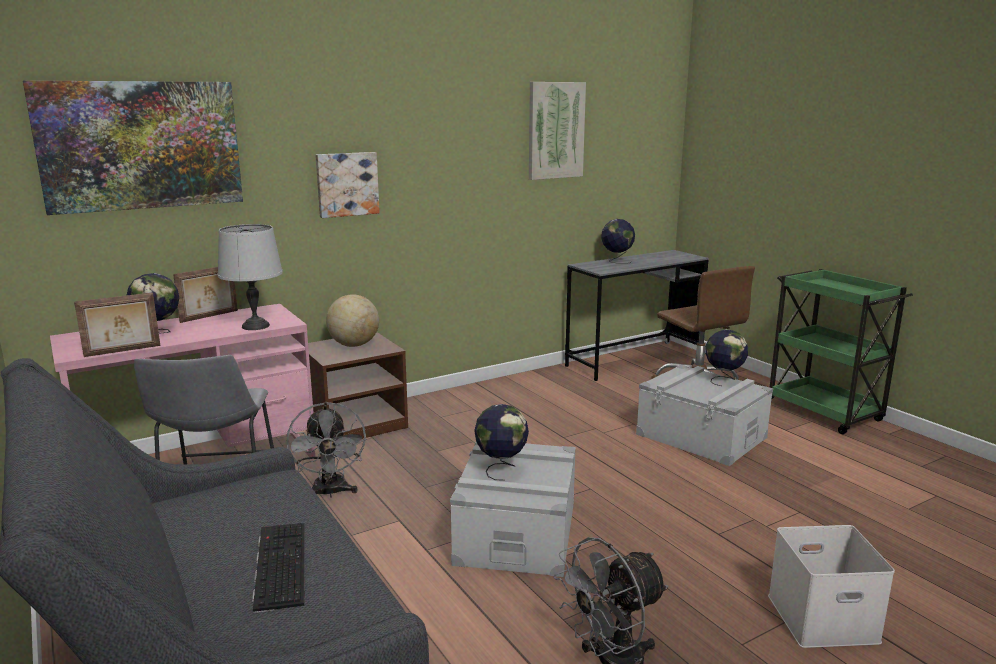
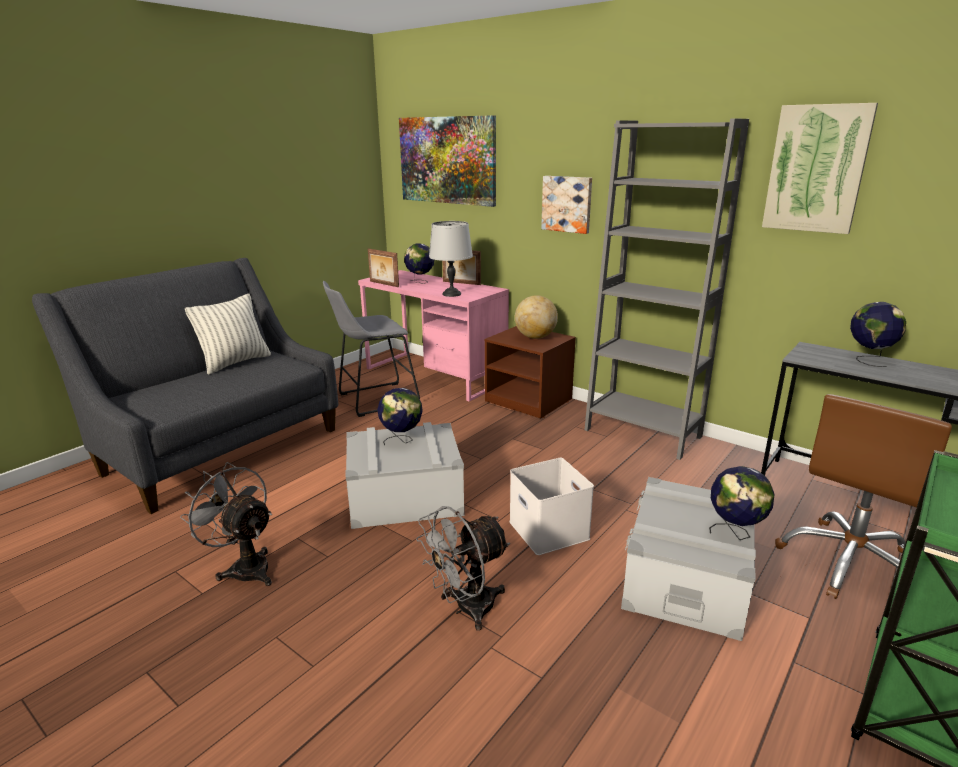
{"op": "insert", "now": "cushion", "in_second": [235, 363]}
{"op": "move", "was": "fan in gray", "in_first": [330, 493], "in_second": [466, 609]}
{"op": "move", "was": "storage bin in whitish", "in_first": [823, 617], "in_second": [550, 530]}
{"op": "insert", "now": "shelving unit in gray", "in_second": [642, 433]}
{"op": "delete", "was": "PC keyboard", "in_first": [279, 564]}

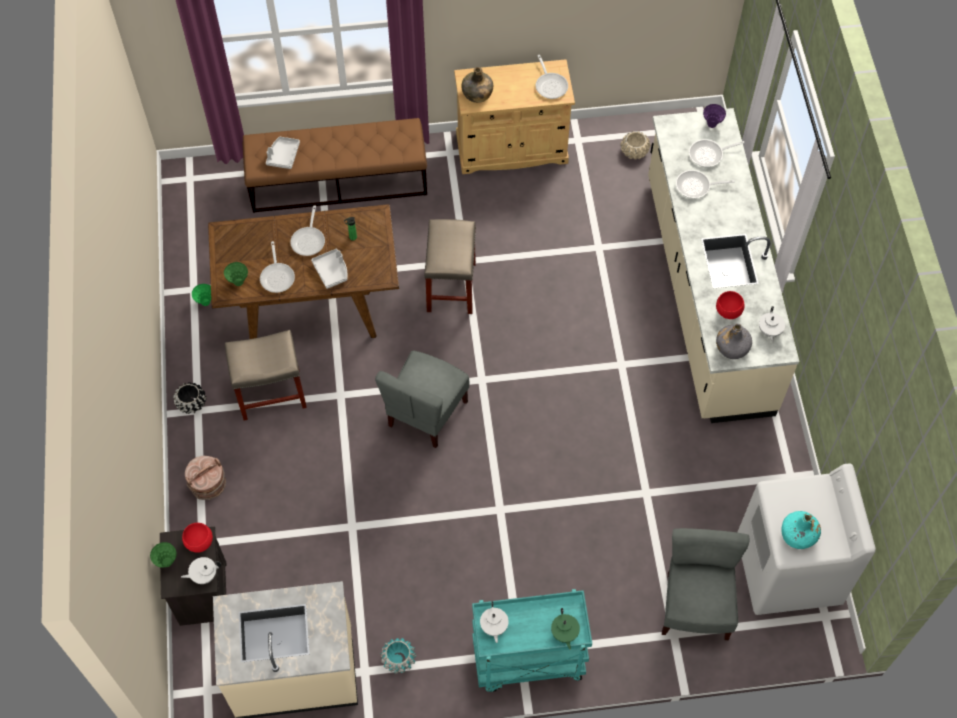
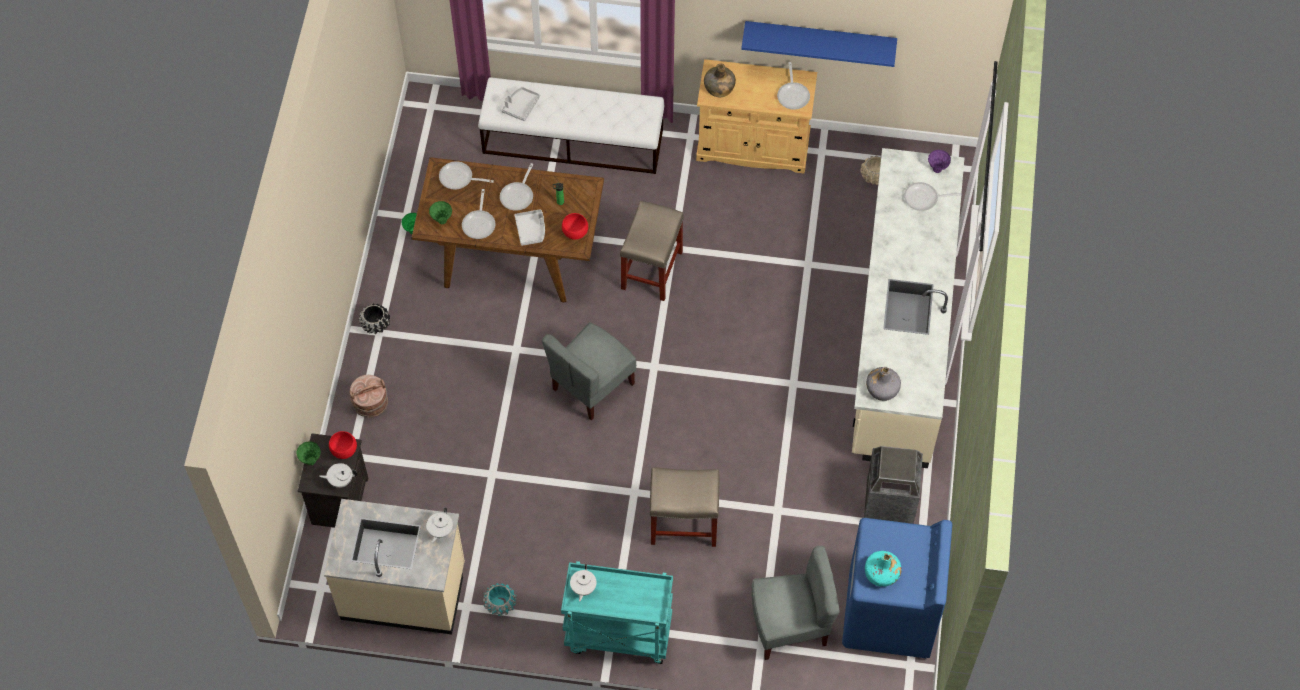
{"op": "move", "was": "tea pot in whitish", "in_first": [769, 331], "in_second": [440, 530]}
{"op": "move", "was": "frying pan", "in_first": [696, 186], "in_second": [459, 178]}
{"op": "recolor", "was": "long seat in brownish", "now": "long seat in whitish", "in_first": [339, 182], "in_second": [573, 141]}
{"op": "move", "was": "bowl in red", "in_first": [728, 312], "in_second": [575, 233]}
{"op": "move", "was": "stool in beige", "in_first": [270, 394], "in_second": [682, 524]}
{"op": "insert", "now": "shelf in blue", "in_second": [820, 38]}
{"op": "rotate", "was": "plain chair in gray", "in_first": [695, 606], "in_second": [790, 625], "clockwise": 60}
{"op": "recolor", "was": "laundry machine in whitish", "now": "laundry machine in blue", "in_first": [788, 571], "in_second": [889, 615]}
{"op": "insert", "now": "rubbish bin", "in_second": [889, 504]}
{"op": "delete", "was": "tea pot in green-coloured", "in_first": [564, 633]}

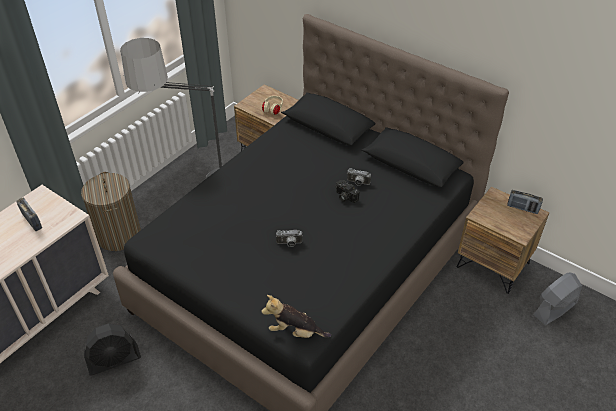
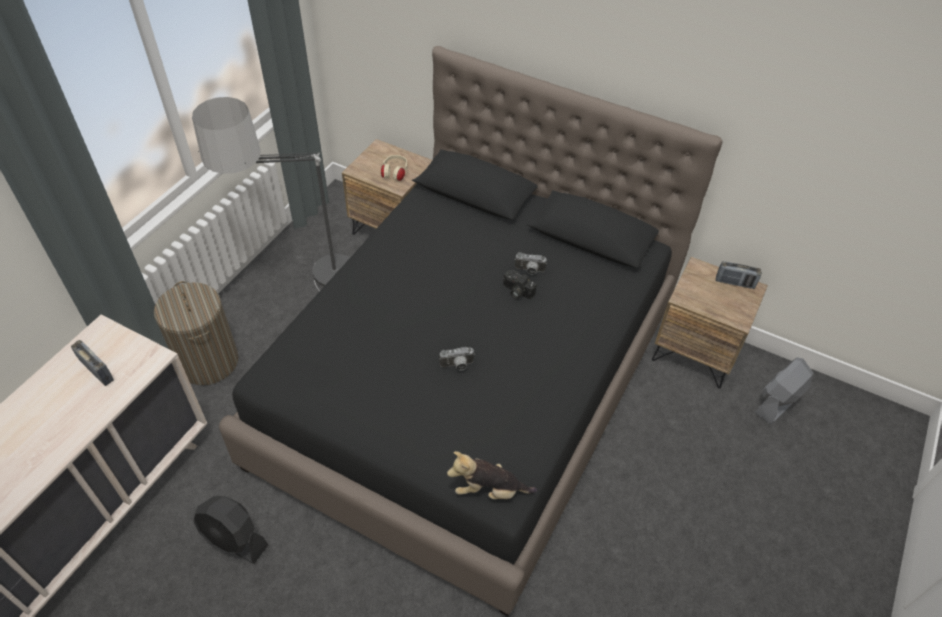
{"op": "rotate", "was": "fan in black", "in_first": [114, 360], "in_second": [234, 539], "clockwise": 60}

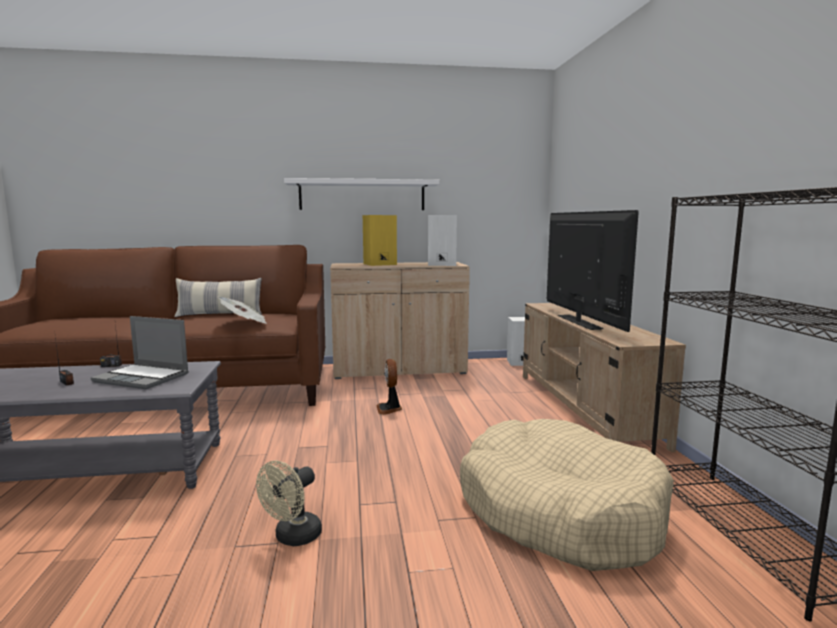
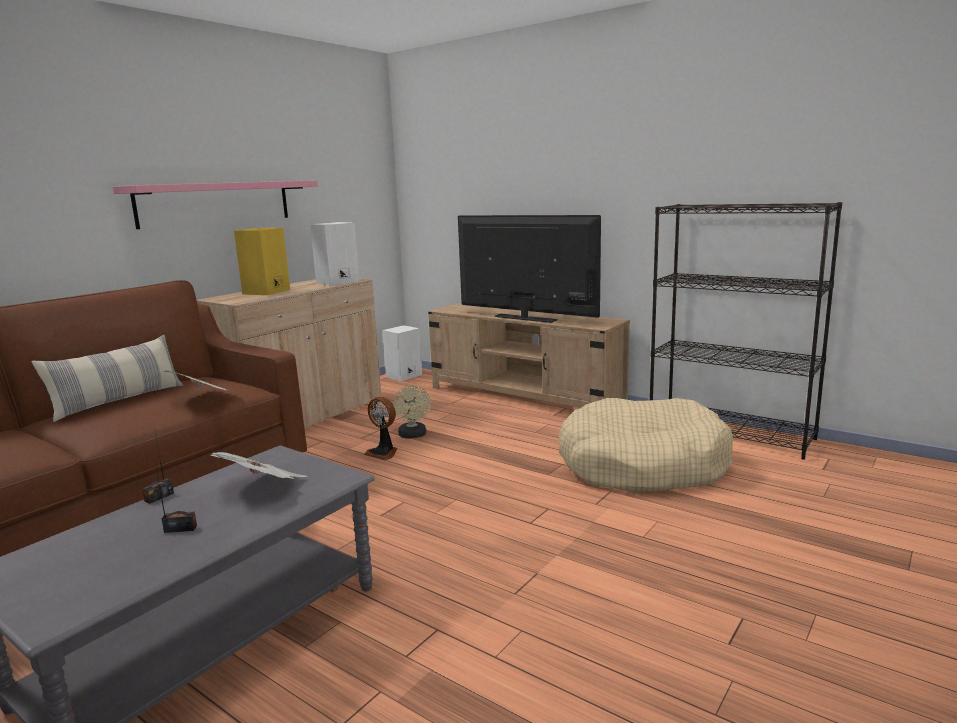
{"op": "recolor", "was": "shelf in whitish", "now": "shelf in pinkish", "in_first": [362, 195], "in_second": [216, 203]}
{"op": "replace", "was": "portable computer", "now": "printed paper", "in_first": [143, 378], "in_second": [263, 487]}
{"op": "move", "was": "fan in beige", "in_first": [293, 538], "in_second": [413, 435]}

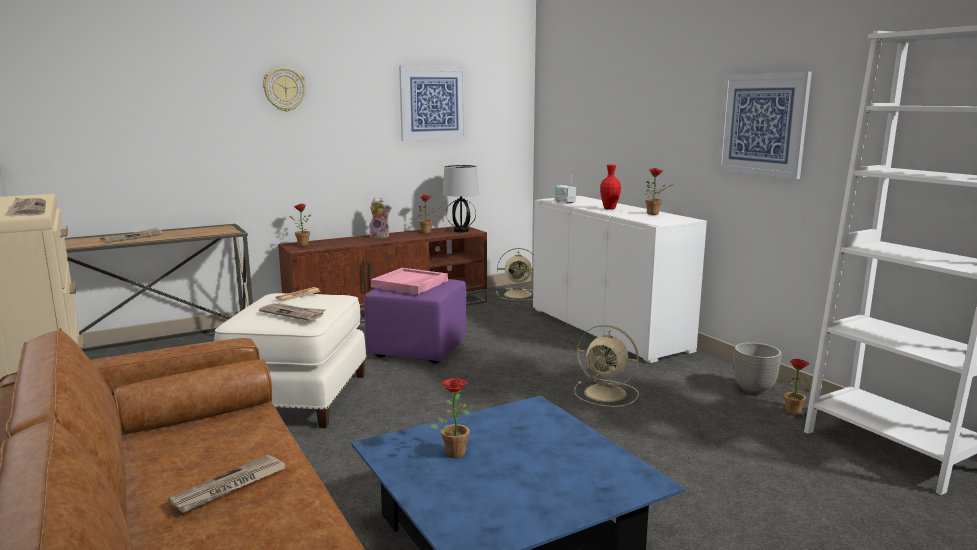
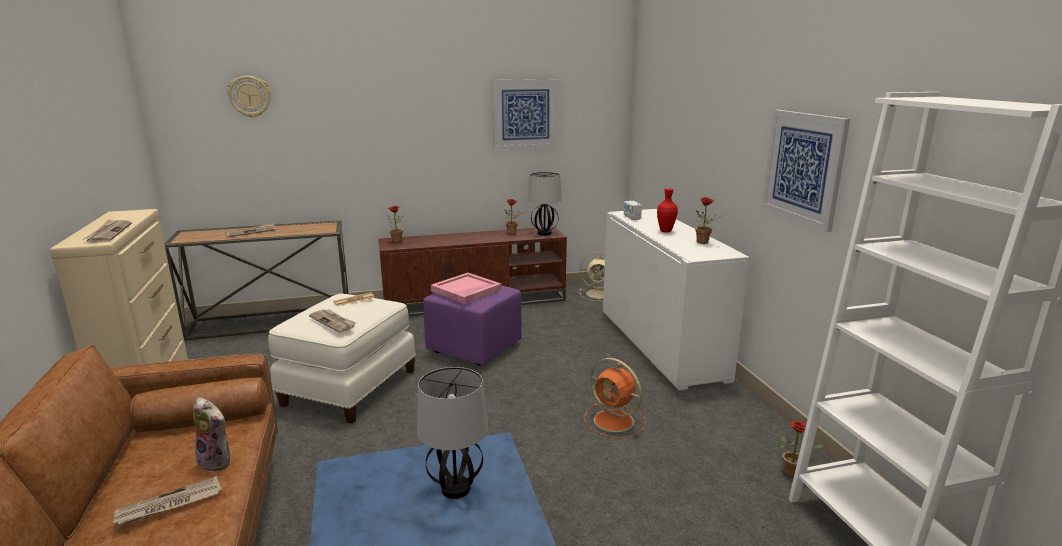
{"op": "move", "was": "plush toy", "in_first": [380, 236], "in_second": [218, 461]}
{"op": "move", "was": "wall clock", "in_first": [284, 89], "in_second": [250, 96]}
{"op": "insert", "now": "lamp for a table", "in_second": [455, 489]}
{"op": "recolor", "was": "fan in beige", "now": "fan in orangey", "in_first": [607, 393], "in_second": [615, 421]}
{"op": "delete", "was": "potted plant", "in_first": [454, 451]}
{"op": "delete", "was": "plant pot", "in_first": [754, 389]}

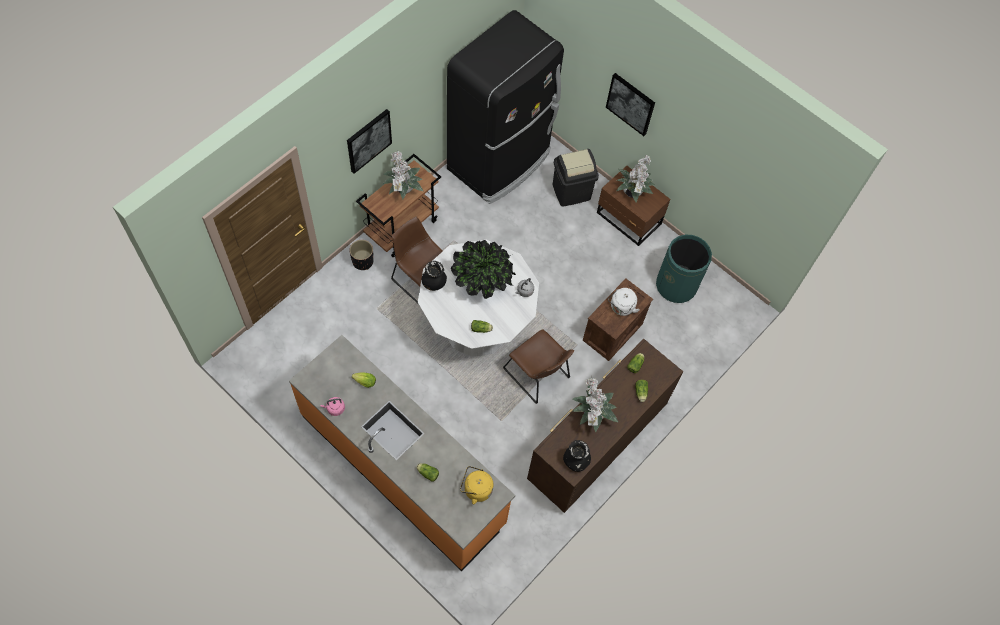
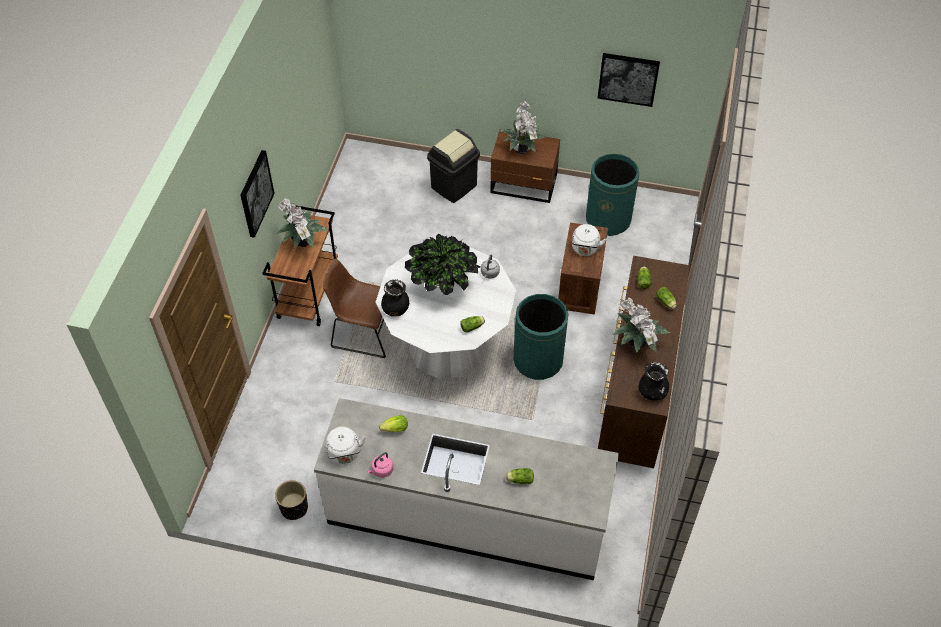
{"op": "move", "was": "plant pot in black", "in_first": [362, 261], "in_second": [294, 508]}
{"op": "recolor", "was": "kitchen counter in orangey", "now": "kitchen counter in whitish", "in_first": [403, 469], "in_second": [467, 516]}
{"op": "insert", "now": "tea kettle in whitish", "in_second": [344, 454]}
{"op": "replace", "was": "plain chair in brownish", "now": "rubbish bin in green-coloured", "in_first": [538, 375], "in_second": [538, 360]}
{"op": "move", "was": "wall art", "in_first": [630, 104], "in_second": [628, 79]}
{"op": "delete", "was": "refrigerator in black", "in_first": [500, 161]}
{"op": "delete", "was": "tea kettle in yellowish", "in_first": [476, 489]}

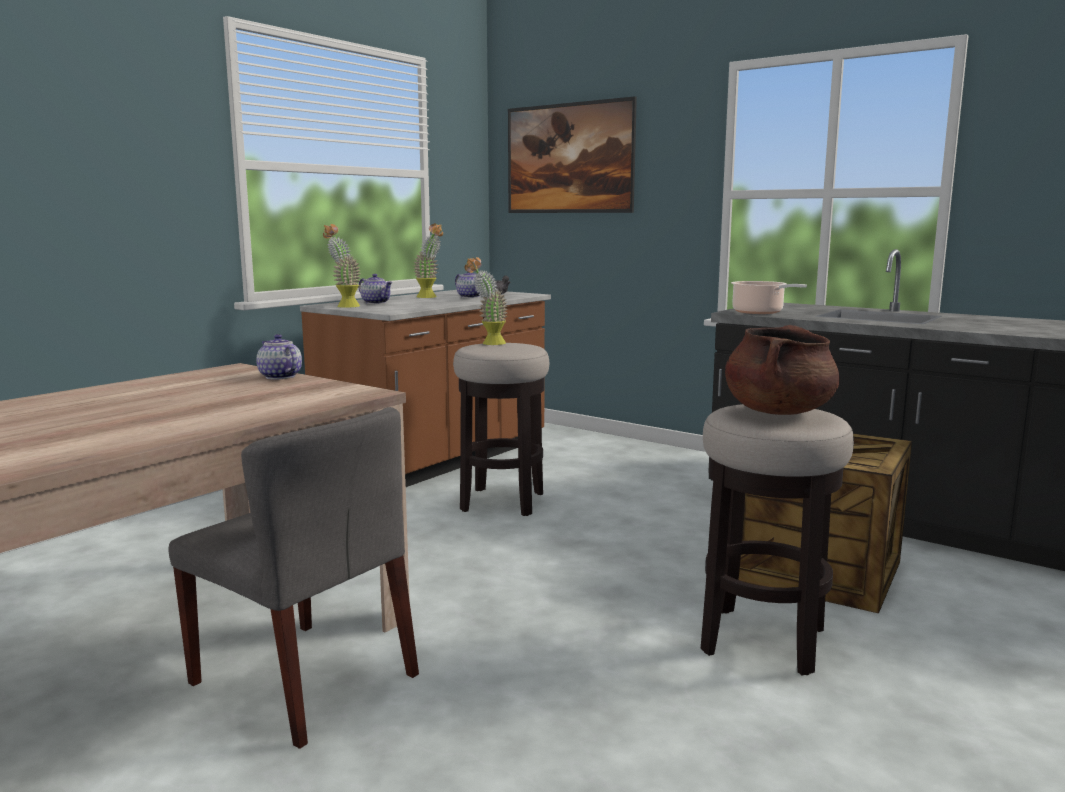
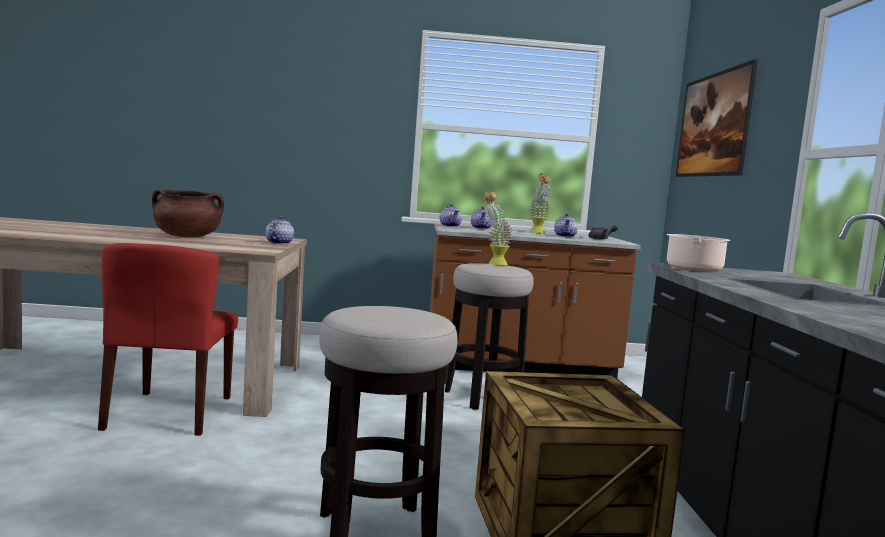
{"op": "recolor", "was": "plain chair in gray", "now": "plain chair in red", "in_first": [306, 679], "in_second": [170, 413]}
{"op": "move", "was": "cooking pot in brownish", "in_first": [778, 411], "in_second": [187, 237]}
{"op": "replace", "was": "potted plant", "now": "tea pot", "in_first": [343, 306], "in_second": [450, 226]}

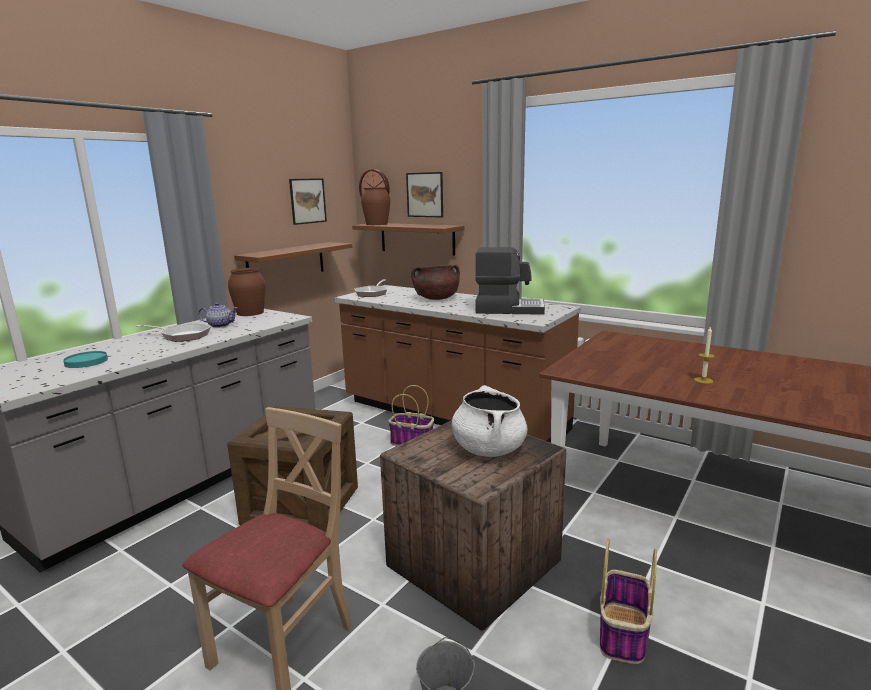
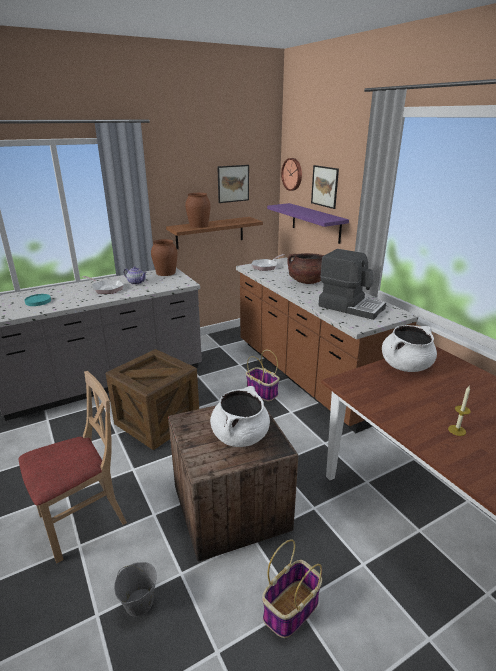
{"op": "move", "was": "vase in brownish", "in_first": [377, 224], "in_second": [199, 225]}
{"op": "recolor", "was": "shelf in brownish", "now": "shelf in purple-coloured", "in_first": [417, 238], "in_second": [316, 222]}
{"op": "insert", "now": "cooking pot in whitish", "in_second": [406, 366]}

